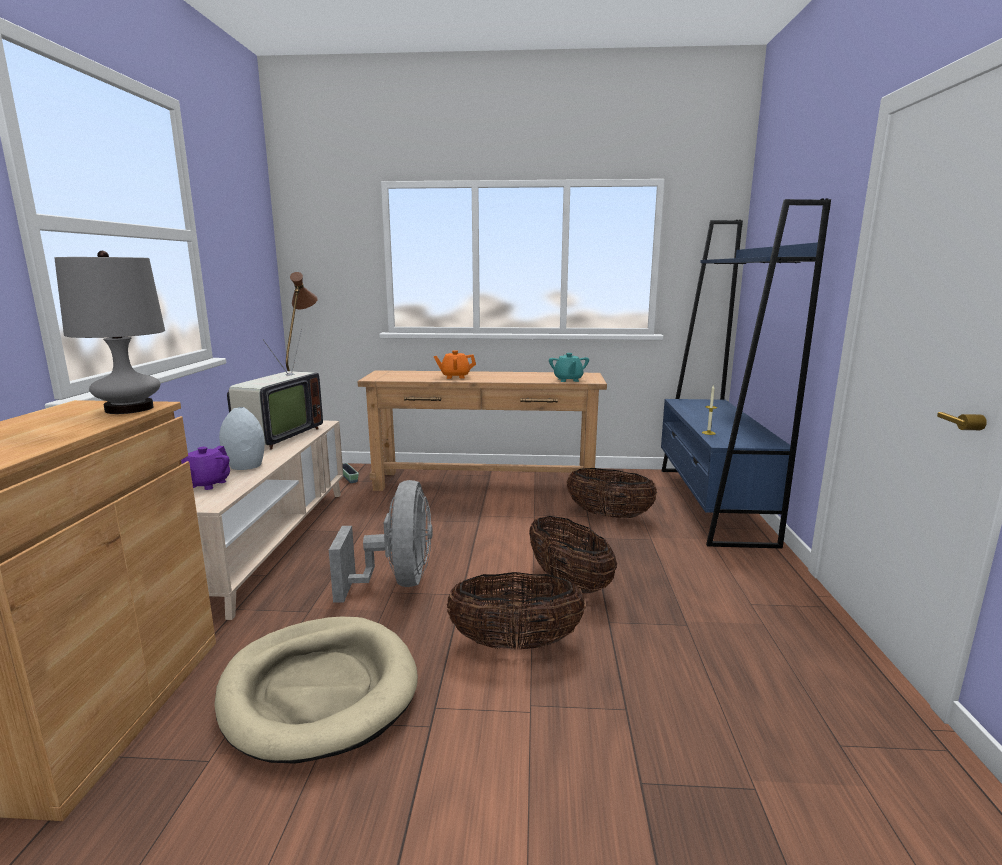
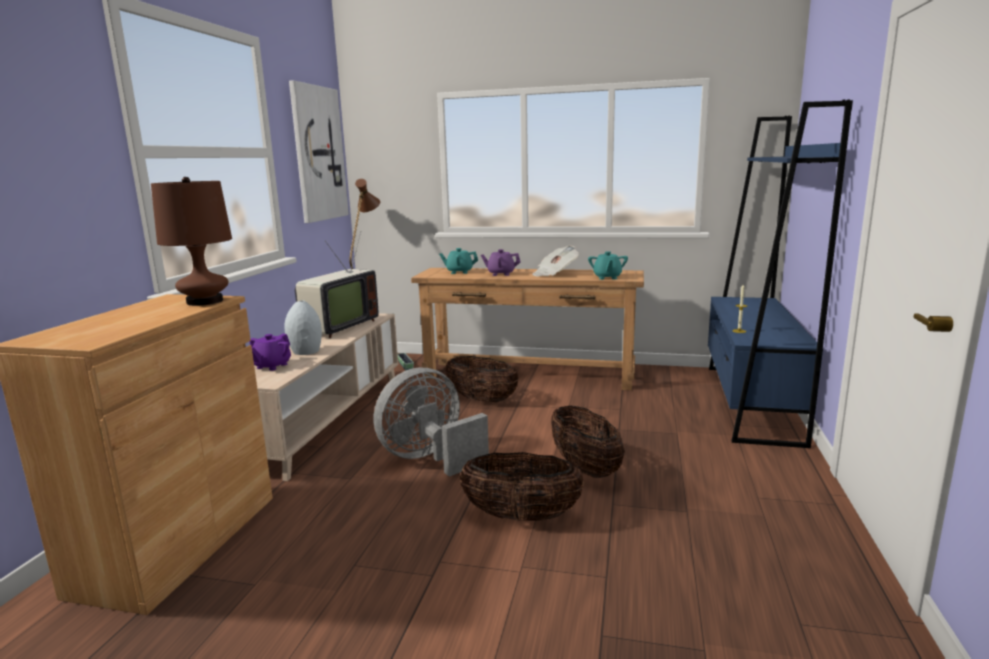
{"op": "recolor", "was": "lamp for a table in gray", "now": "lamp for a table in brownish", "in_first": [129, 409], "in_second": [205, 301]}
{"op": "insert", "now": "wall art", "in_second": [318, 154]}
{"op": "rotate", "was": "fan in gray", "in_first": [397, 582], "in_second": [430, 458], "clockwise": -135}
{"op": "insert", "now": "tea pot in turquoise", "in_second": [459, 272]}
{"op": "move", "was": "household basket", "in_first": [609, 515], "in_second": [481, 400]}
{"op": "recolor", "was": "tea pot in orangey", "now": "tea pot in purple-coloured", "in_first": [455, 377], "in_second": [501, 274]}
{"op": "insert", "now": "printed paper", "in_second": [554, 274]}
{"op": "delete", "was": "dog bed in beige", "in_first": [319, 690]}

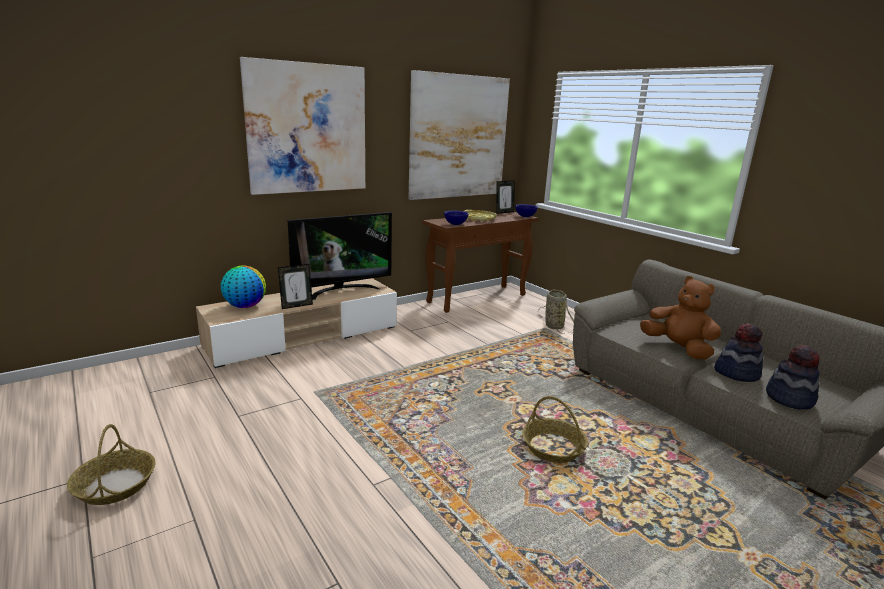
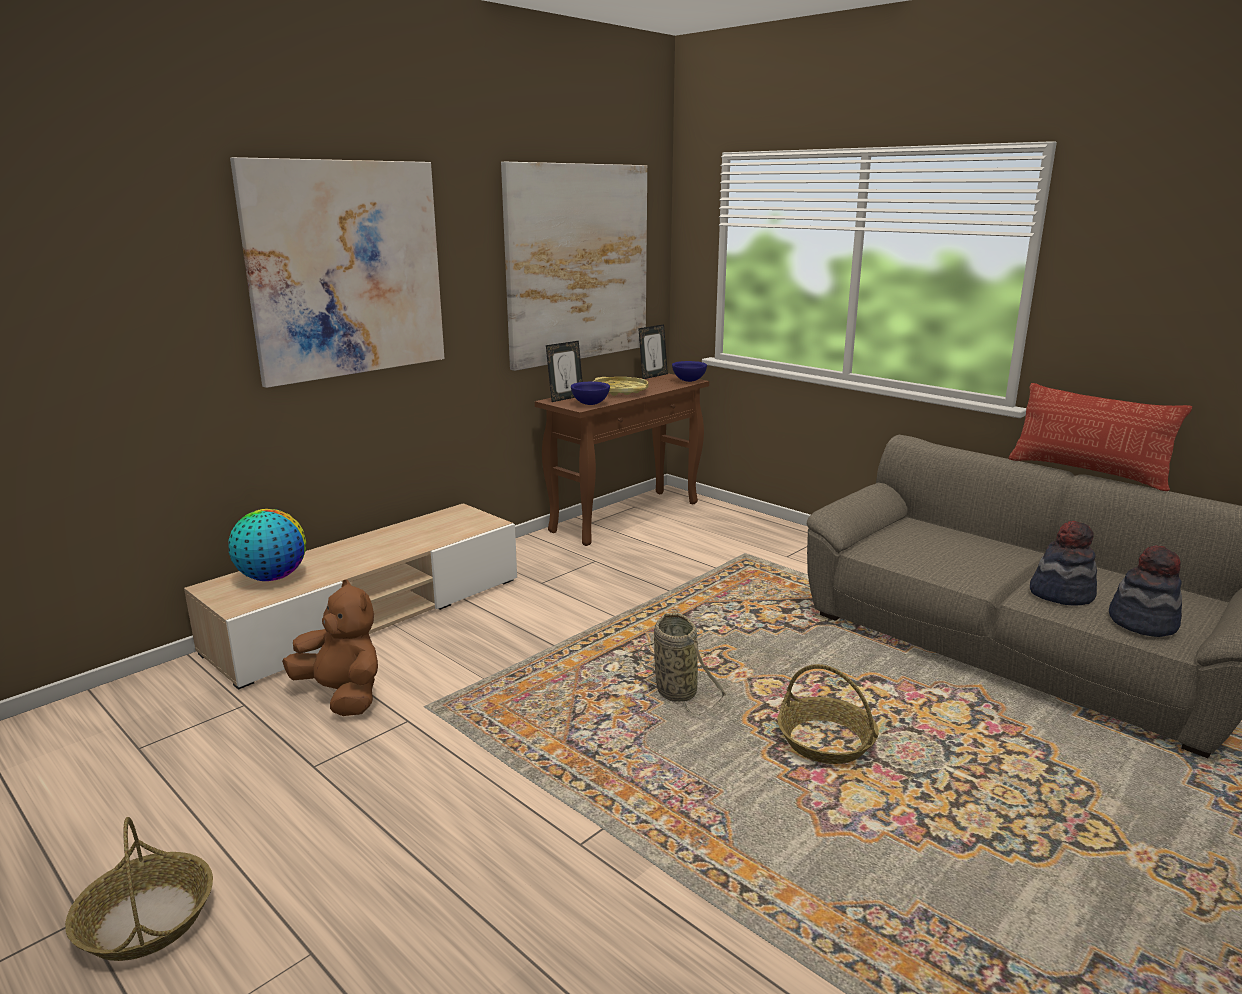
{"op": "move", "was": "plush toy in brownish", "in_first": [678, 348], "in_second": [342, 695]}
{"op": "move", "was": "photo frame", "in_first": [296, 306], "in_second": [565, 398]}
{"op": "move", "was": "household basket", "in_first": [553, 325], "in_second": [674, 690]}
{"op": "insert", "now": "cushion", "in_second": [1087, 472]}
{"op": "delete", "was": "TV set", "in_first": [342, 290]}

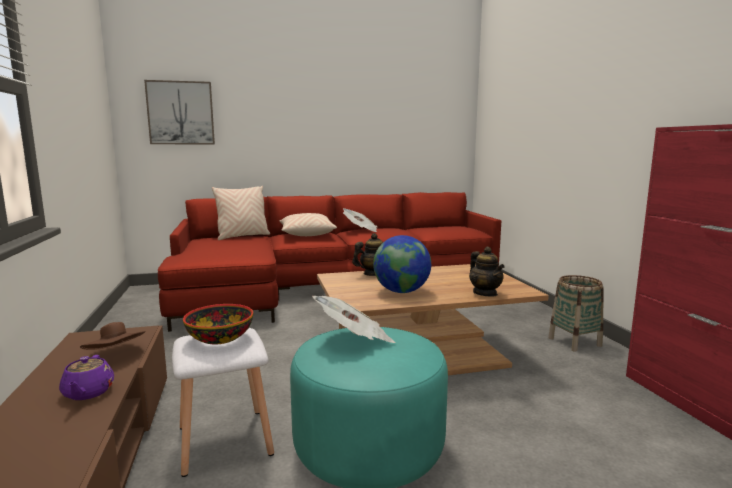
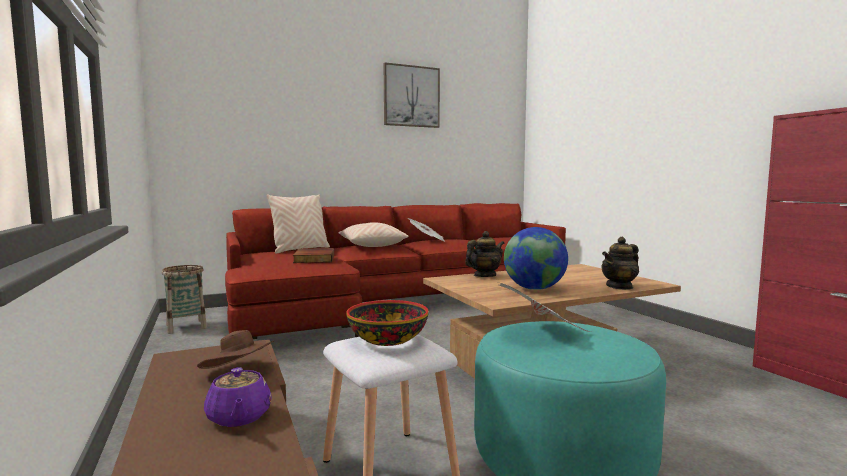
{"op": "move", "was": "household basket", "in_first": [574, 342], "in_second": [186, 327]}
{"op": "insert", "now": "volume", "in_second": [313, 258]}
{"op": "move", "was": "wall art", "in_first": [181, 113], "in_second": [411, 96]}
{"op": "rotate", "was": "tea pot", "in_first": [485, 293], "in_second": [619, 286], "clockwise": 90}

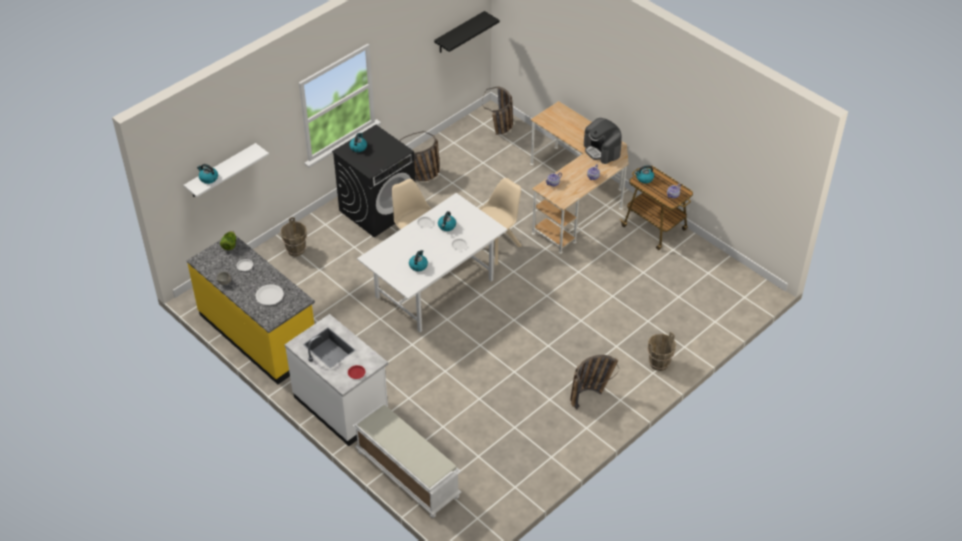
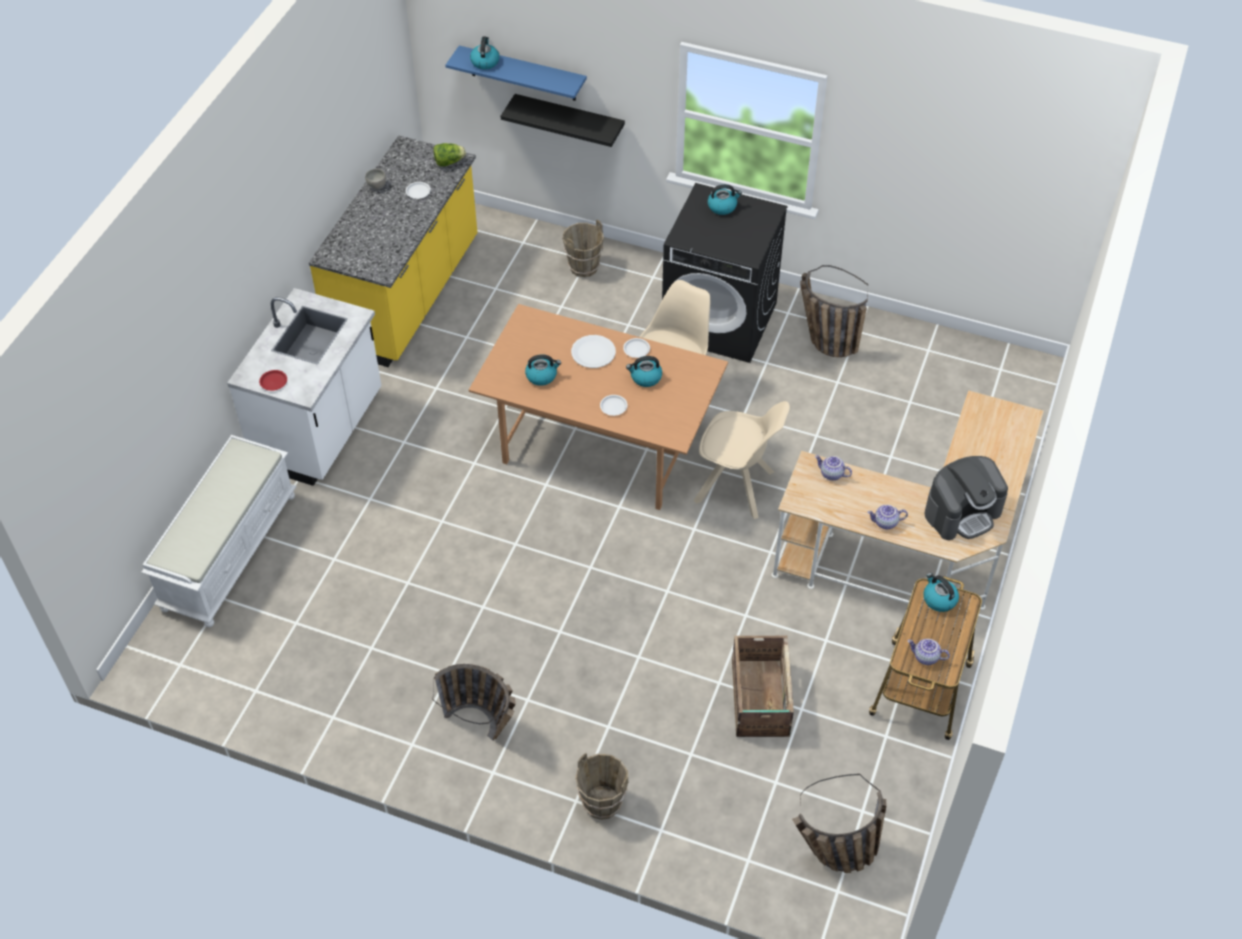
{"op": "recolor", "was": "shelf in whitish", "now": "shelf in blue", "in_first": [221, 171], "in_second": [523, 73]}
{"op": "recolor", "was": "dinner table in whitish", "now": "dinner table in brownish", "in_first": [434, 289], "in_second": [598, 446]}
{"op": "move", "was": "shelf in black", "in_first": [459, 33], "in_second": [569, 119]}
{"op": "move", "was": "plate in whitish", "in_first": [269, 295], "in_second": [593, 352]}
{"op": "insert", "now": "crate", "in_second": [759, 700]}
{"op": "move", "was": "household basket", "in_first": [501, 130], "in_second": [834, 856]}
{"op": "rotate", "was": "coffee brewer", "in_first": [602, 150], "in_second": [962, 512], "clockwise": -150}

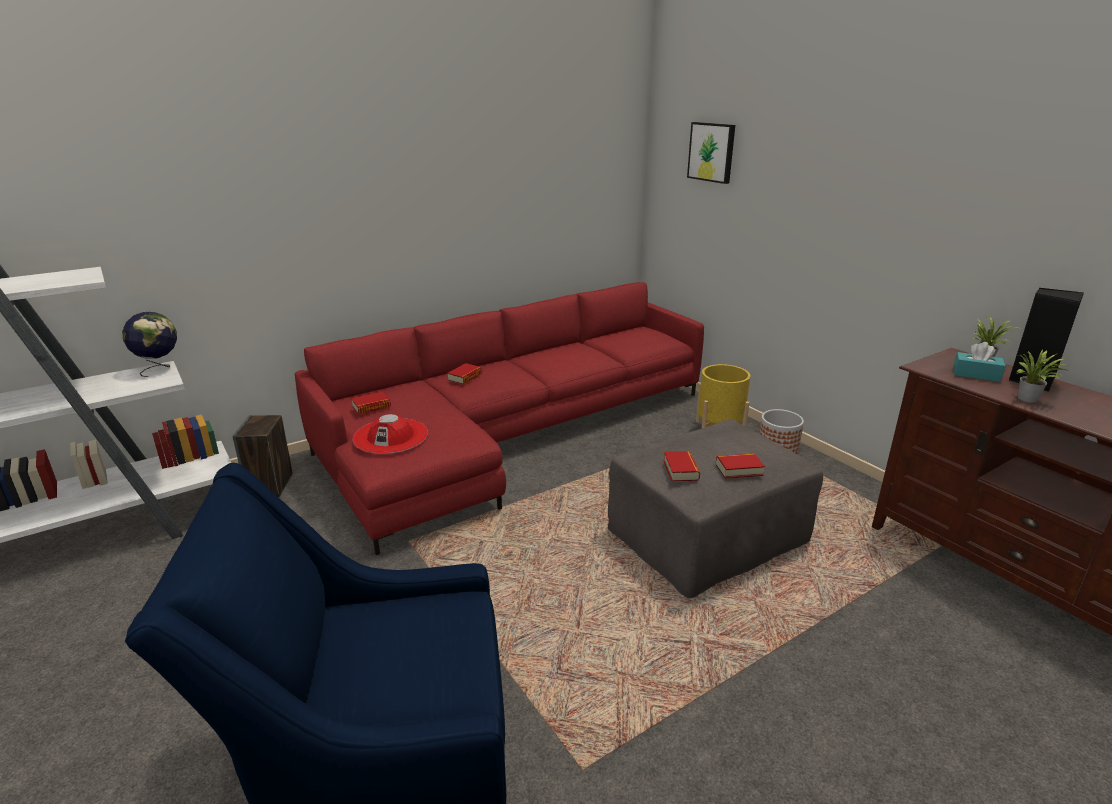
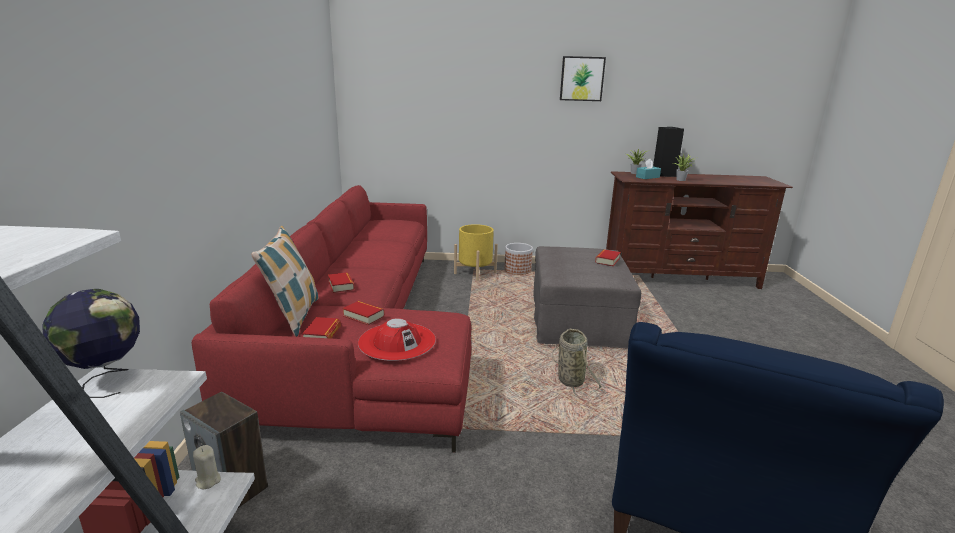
{"op": "insert", "now": "candle in beige", "in_second": [208, 481]}
{"op": "insert", "now": "cushion", "in_second": [293, 316]}
{"op": "move", "was": "volume", "in_first": [680, 470], "in_second": [363, 316]}
{"op": "insert", "now": "household basket", "in_second": [570, 379]}
{"op": "move", "was": "wall art", "in_first": [712, 152], "in_second": [581, 78]}

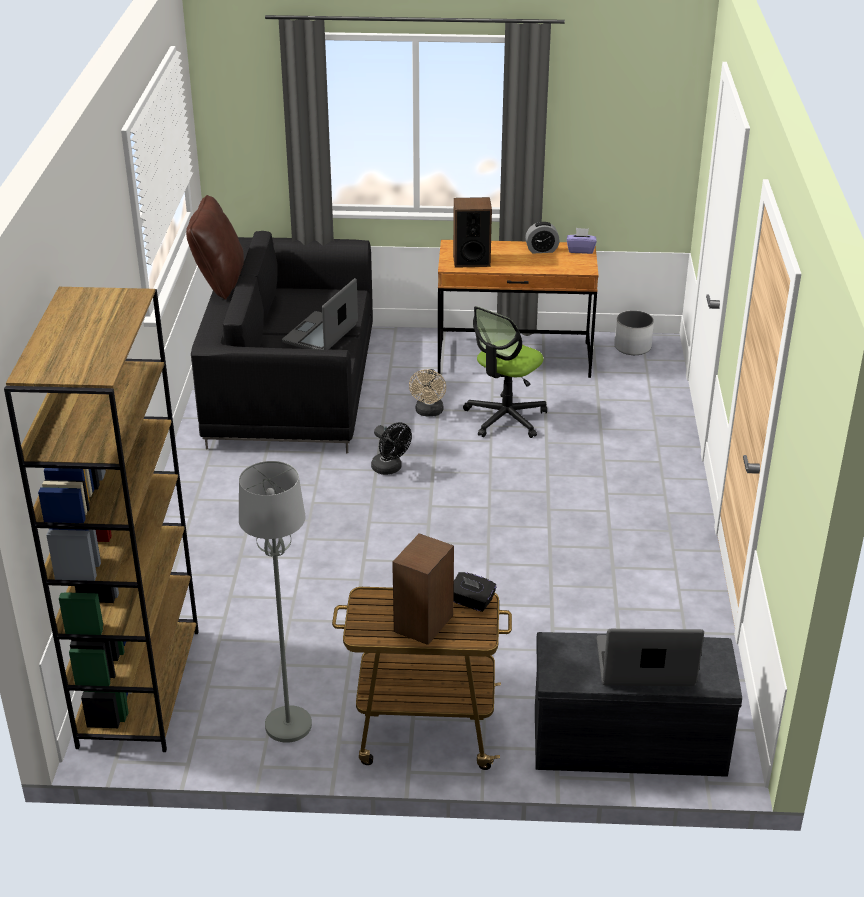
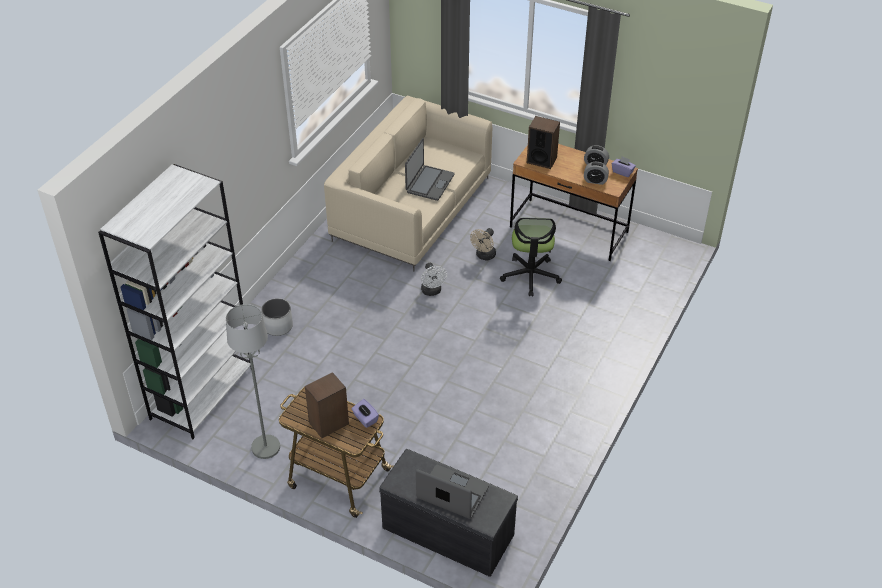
{"op": "recolor", "was": "shelving unit in brownish", "now": "shelving unit in whitish", "in_first": [139, 686], "in_second": [202, 393]}
{"op": "move", "was": "plant pot in whitish", "in_first": [633, 347], "in_second": [278, 326]}
{"op": "recolor", "was": "couch in black", "now": "couch in beige", "in_first": [291, 385], "in_second": [411, 208]}
{"op": "recolor", "was": "tissue box in black", "now": "tissue box in purple-coloured", "in_first": [472, 602], "in_second": [365, 419]}
{"op": "rotate", "was": "portable computer", "in_first": [321, 334], "in_second": [429, 183], "clockwise": 150}
{"op": "recolor", "was": "fan in black", "now": "fan in whitish", "in_first": [390, 469], "in_second": [432, 291]}
{"op": "rotate", "was": "computer chair", "in_first": [505, 418], "in_second": [530, 276], "clockwise": -60}
{"op": "insert", "now": "alarm clock", "in_second": [595, 181]}
{"op": "delete", "was": "cushion in brownish", "in_first": [219, 282]}

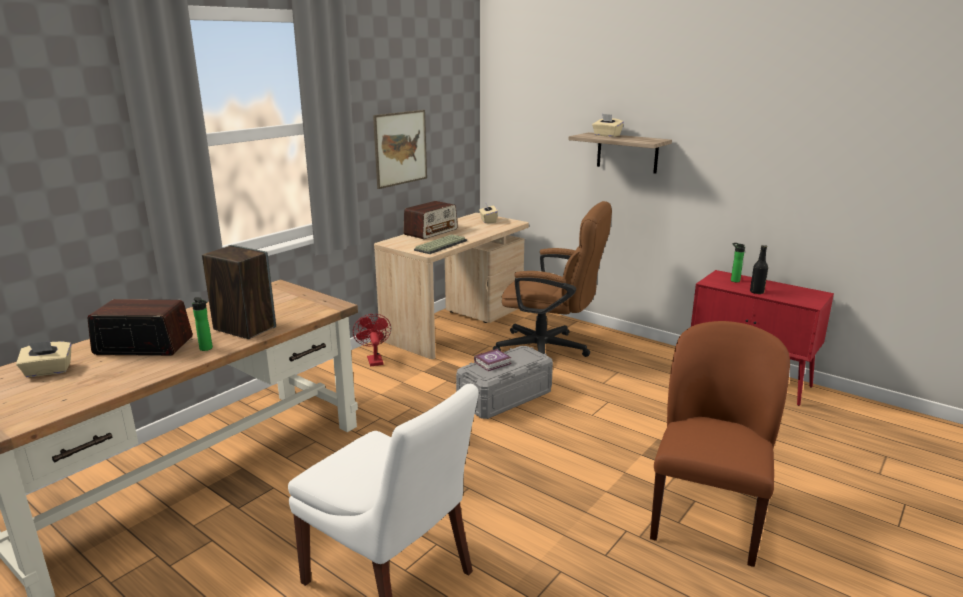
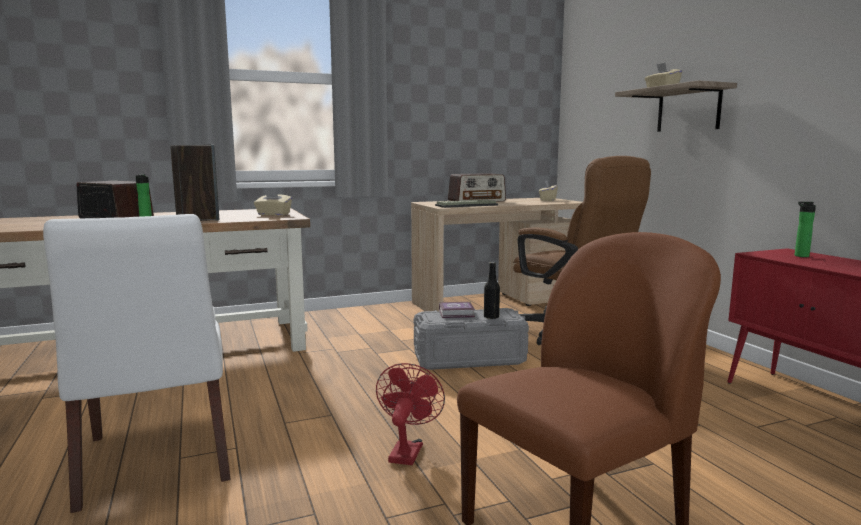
{"op": "move", "was": "tissue box in beige", "in_first": [48, 371], "in_second": [273, 214]}
{"op": "move", "was": "fan in red", "in_first": [374, 359], "in_second": [407, 450]}
{"op": "move", "was": "beverage bottle in black", "in_first": [756, 292], "in_second": [491, 317]}
{"op": "delete", "was": "wall art", "in_first": [400, 148]}

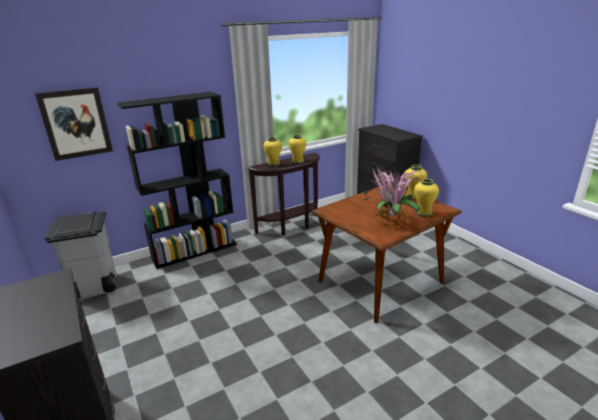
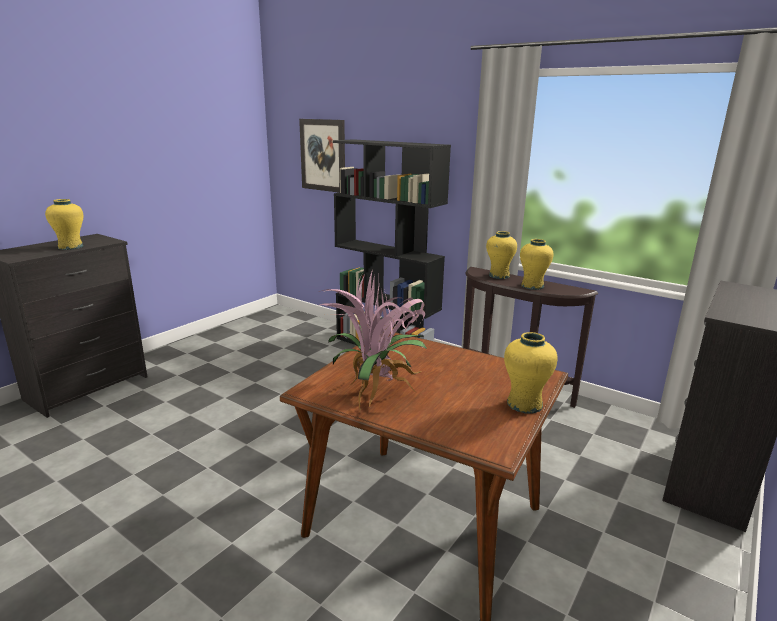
{"op": "move", "was": "vase in yellowish", "in_first": [423, 213], "in_second": [70, 247]}
{"op": "delete", "was": "rubbish bin in gray", "in_first": [94, 287]}

